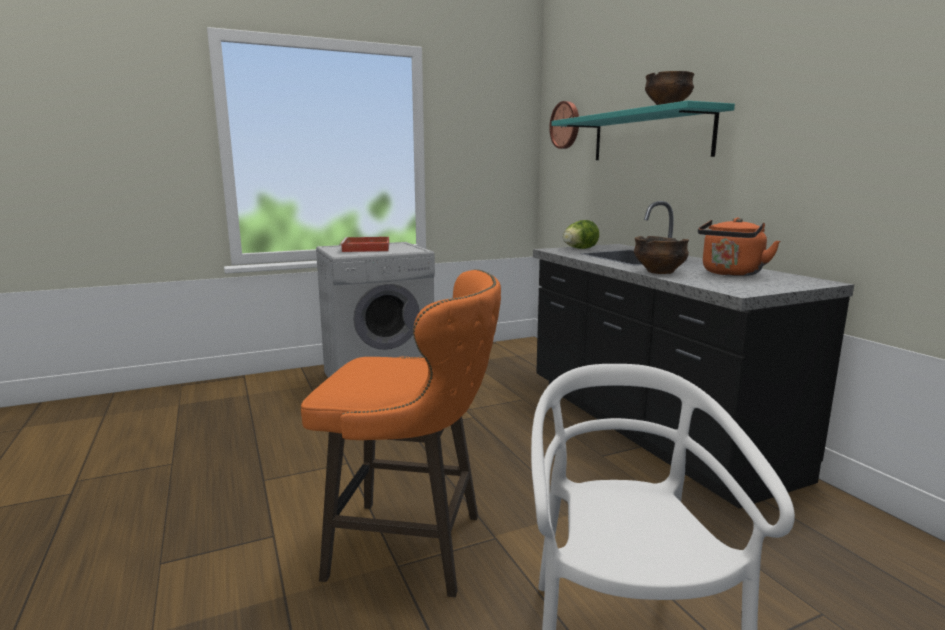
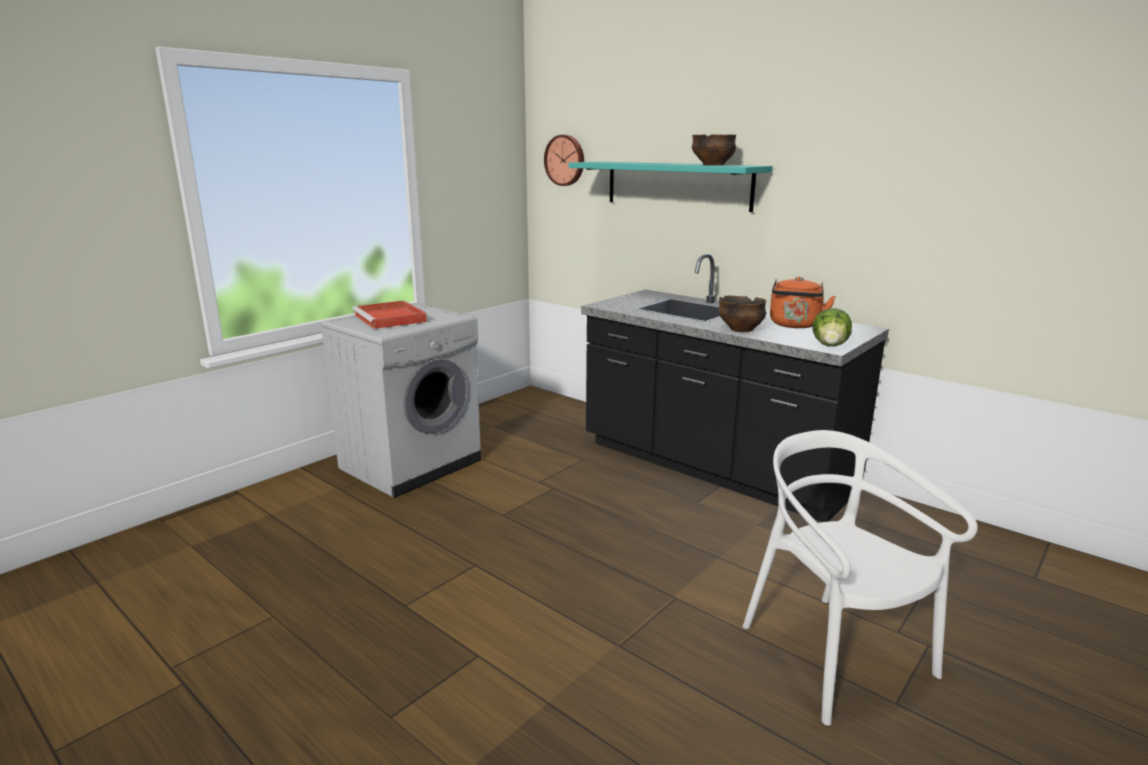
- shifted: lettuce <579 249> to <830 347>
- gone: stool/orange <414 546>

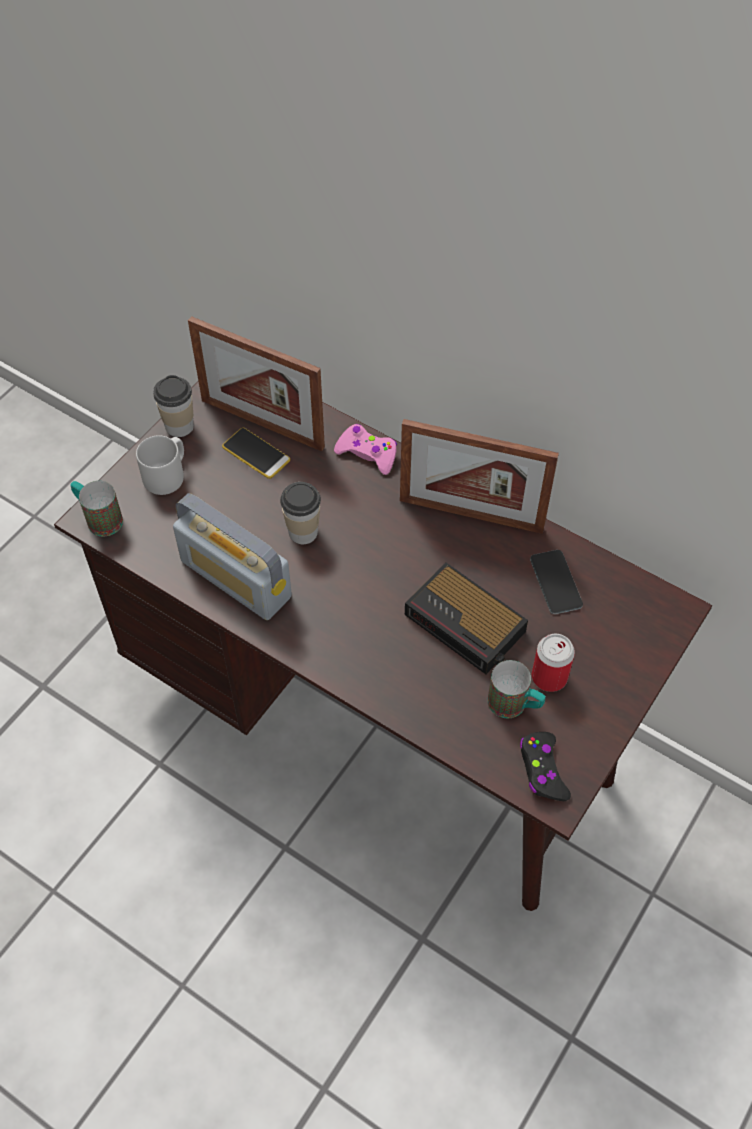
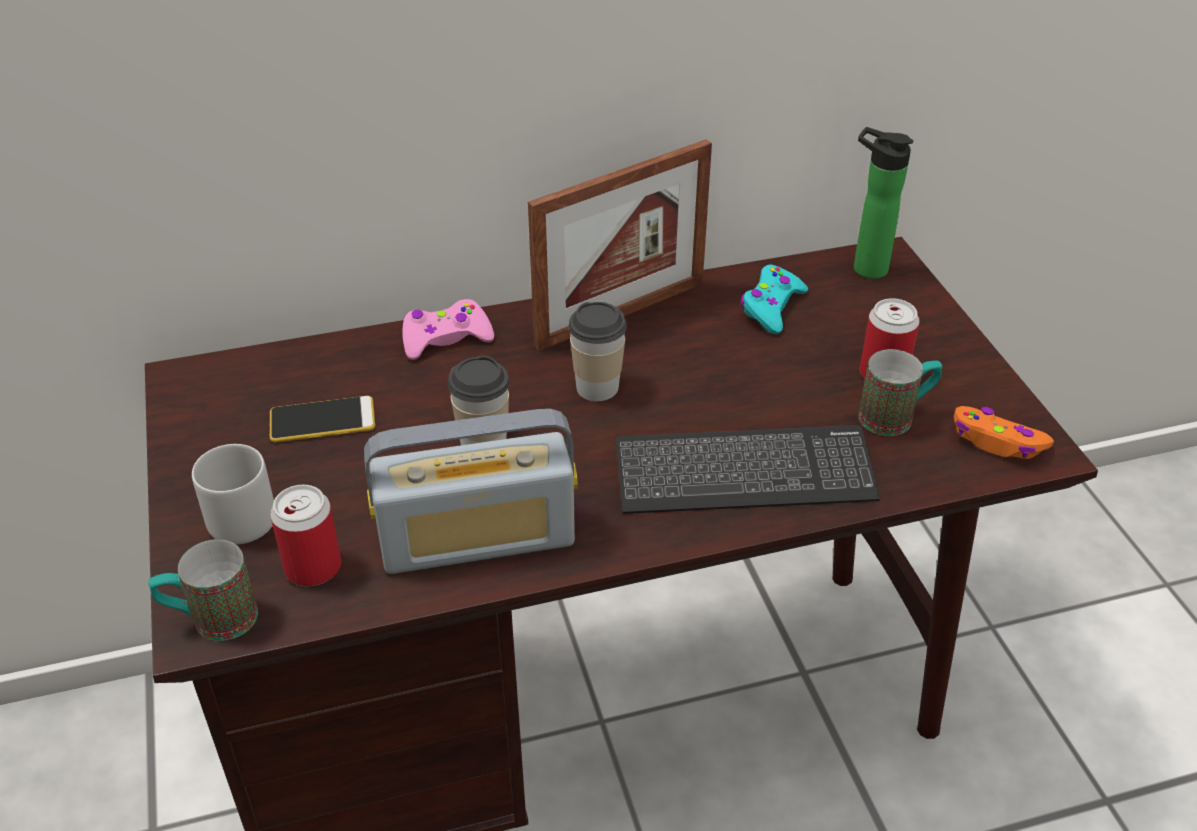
- new: can <313 567>
- shifted: cup <179 426> to <597 387>
- new: keyboard <744 475>
- swapped: phone <556 582> to game controller/turquoise <771 307>
- new: bottle <865 268>
- repainted: game controller/black <542 770> to game controller/orange <997 442>
- gone: picture frame <262 423>
- gone: alarm clock <467 624>

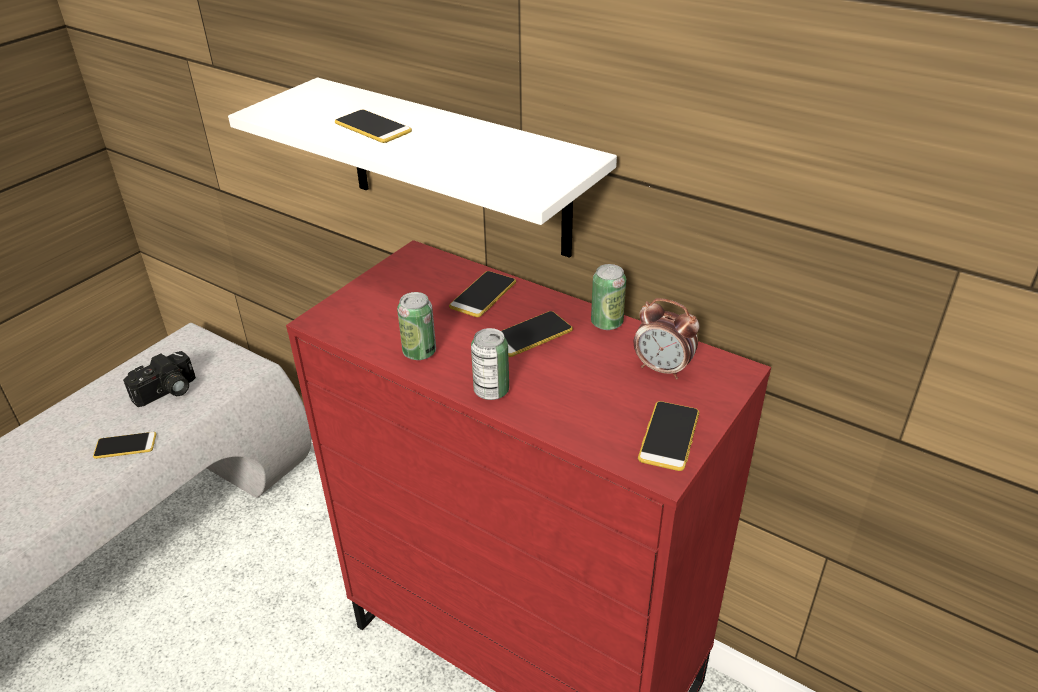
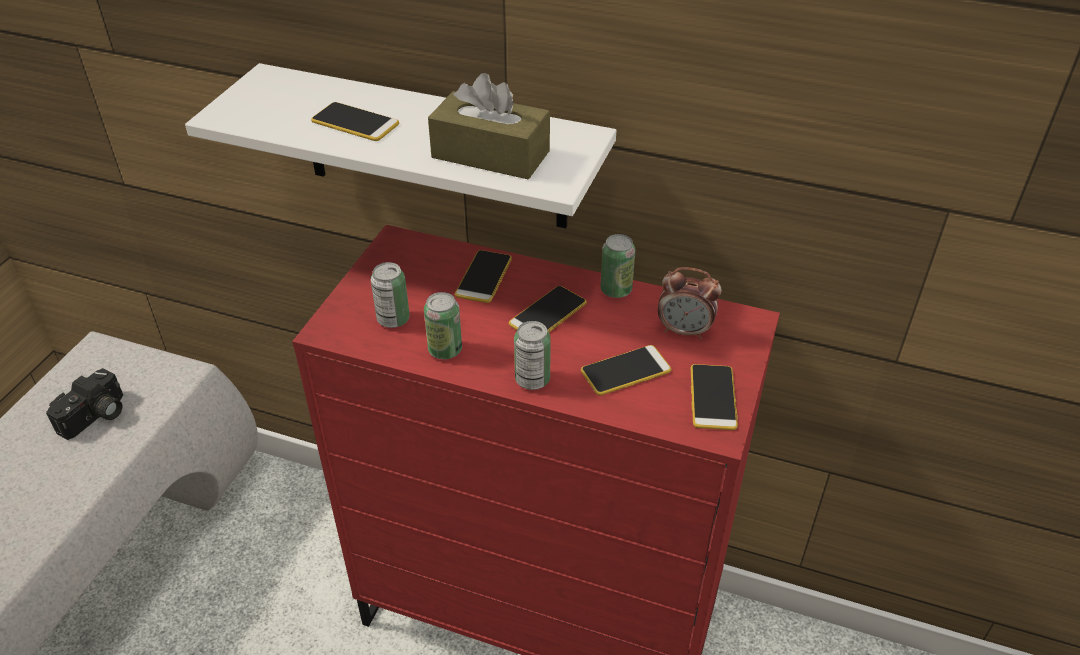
- new: can <393 319>
- new: tissue box/brown <490 154>
- shifted: phone <125 446> to <625 371>

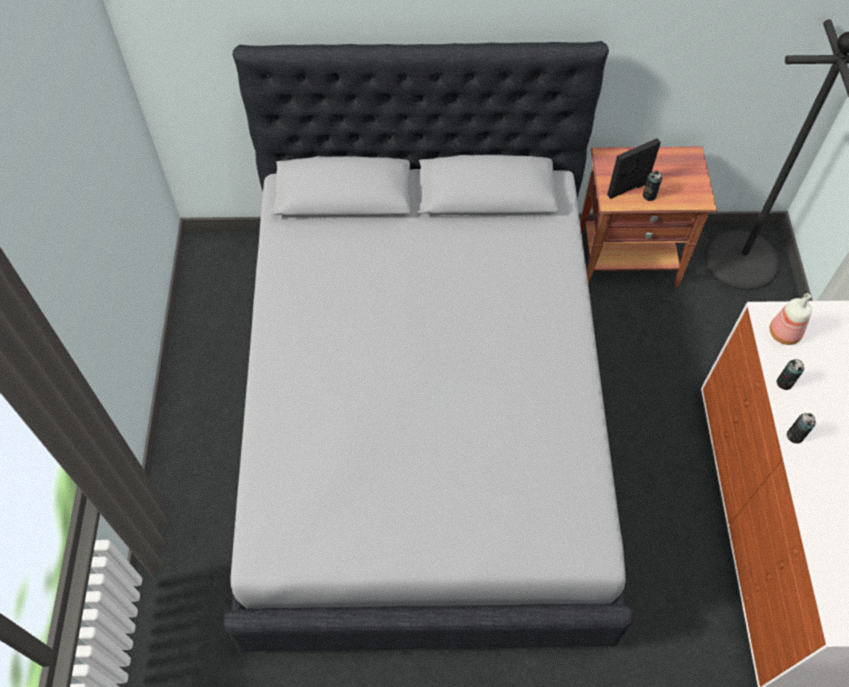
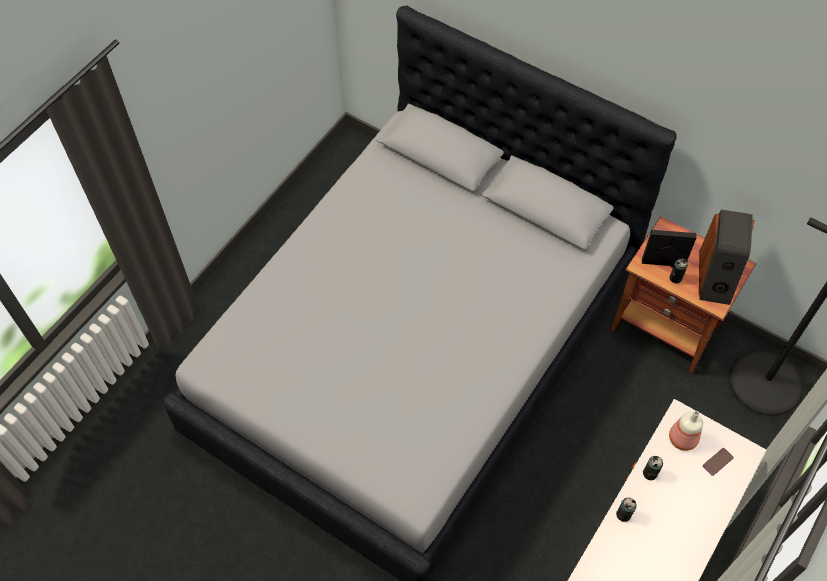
- new: speaker <716 277>
- new: phone <717 462>

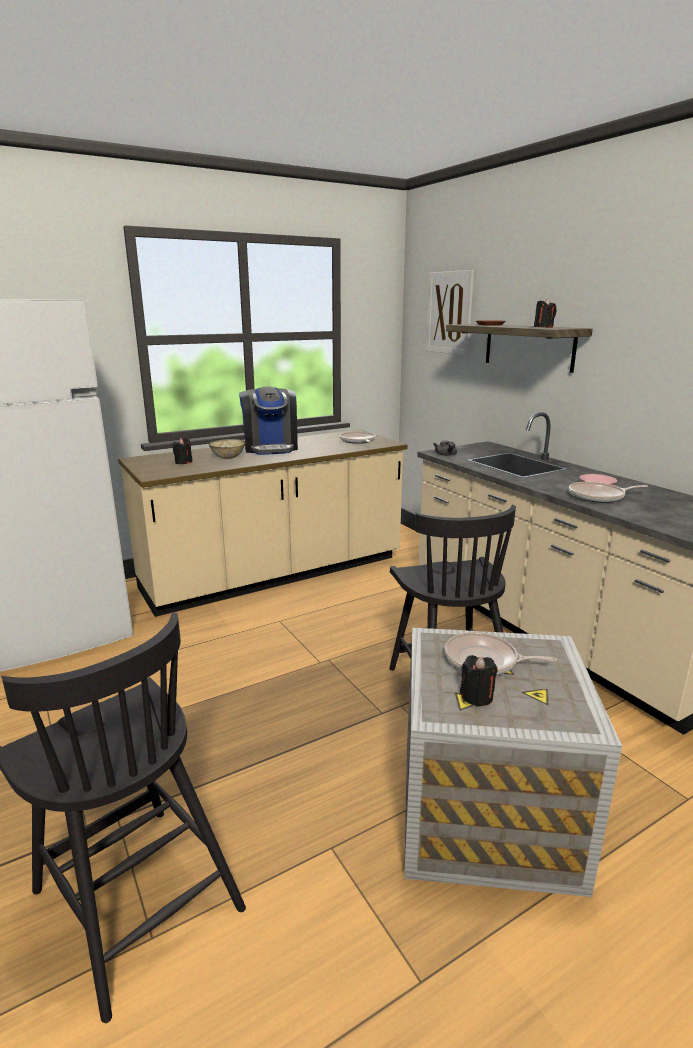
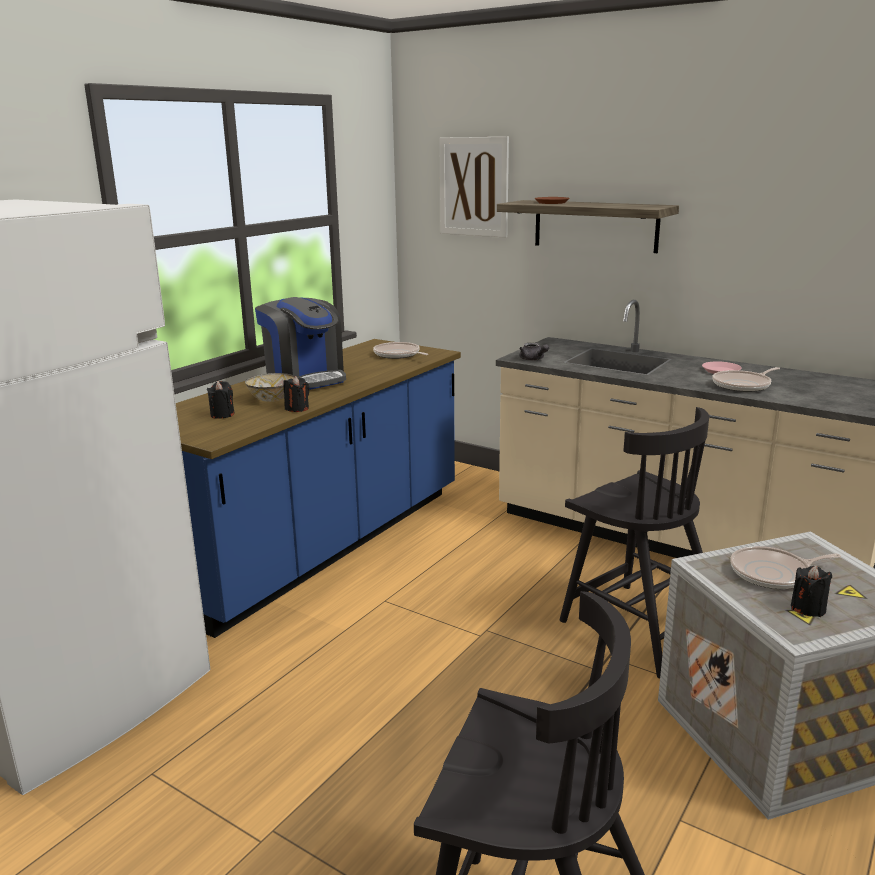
- repainted: counter/beige <275 574> to counter/blue <321 546>
- shifted: candle/black <543 327> to <297 408>

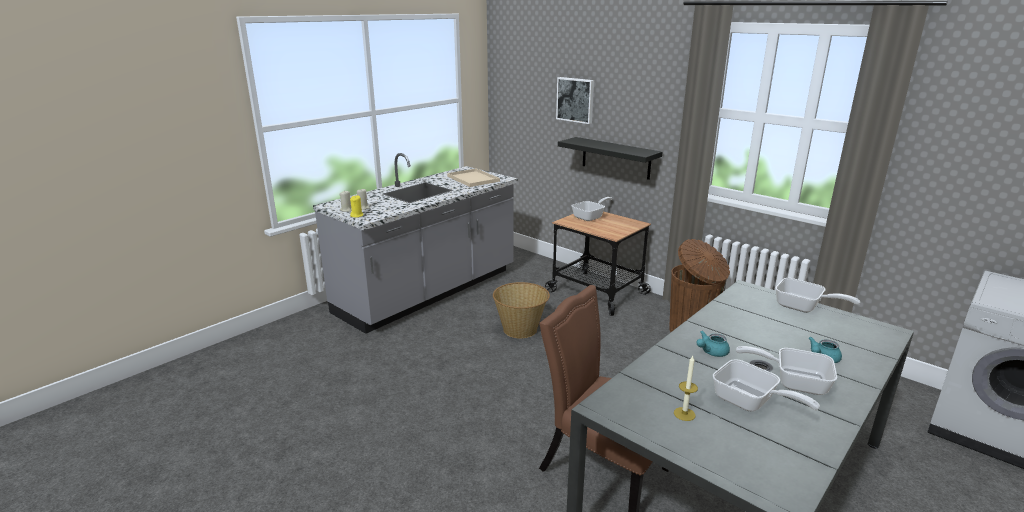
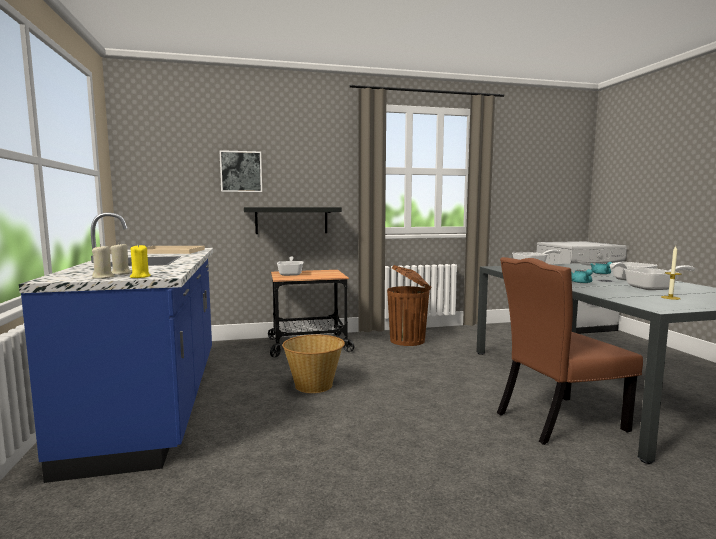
- repainted: counter/grey <428 292> to counter/blue <155 402>

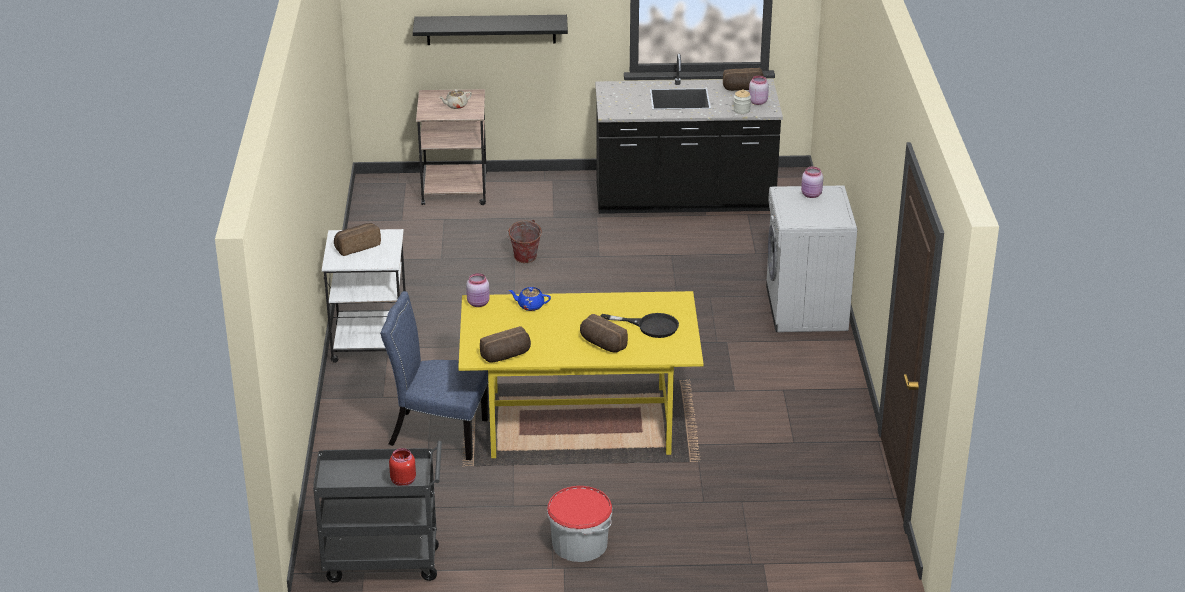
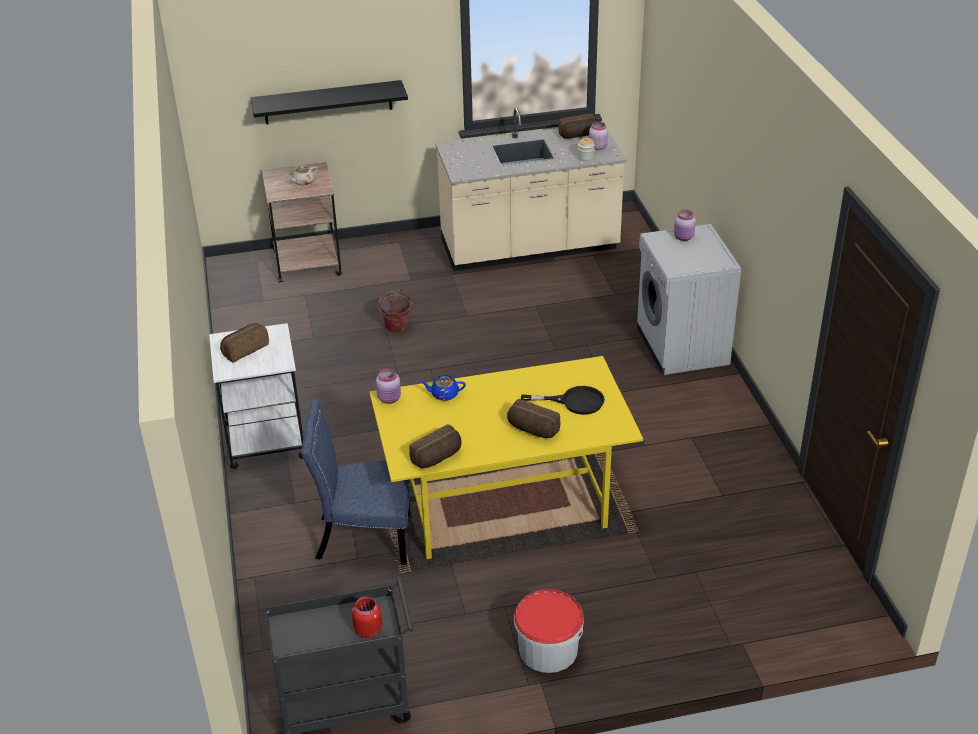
- repainted: counter/black <684 200> to counter/beige <529 247>

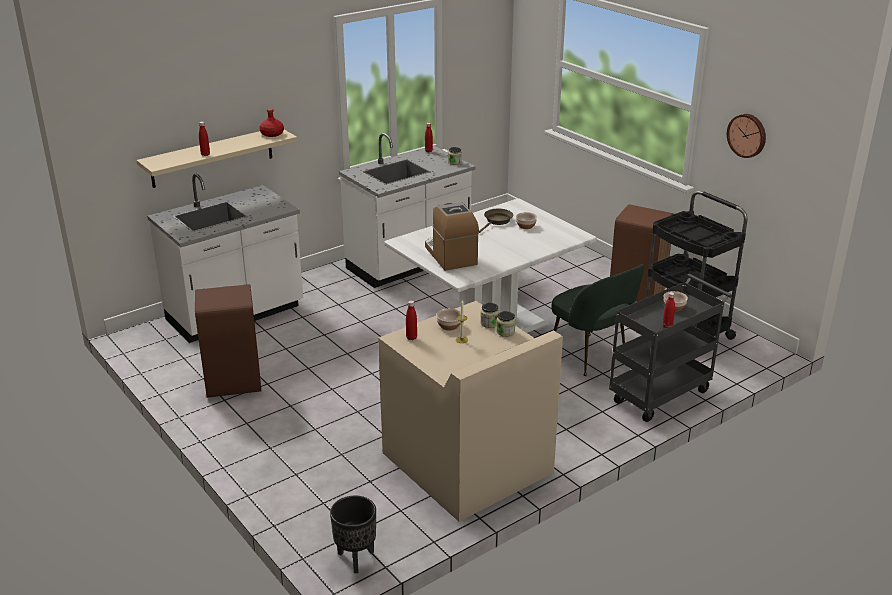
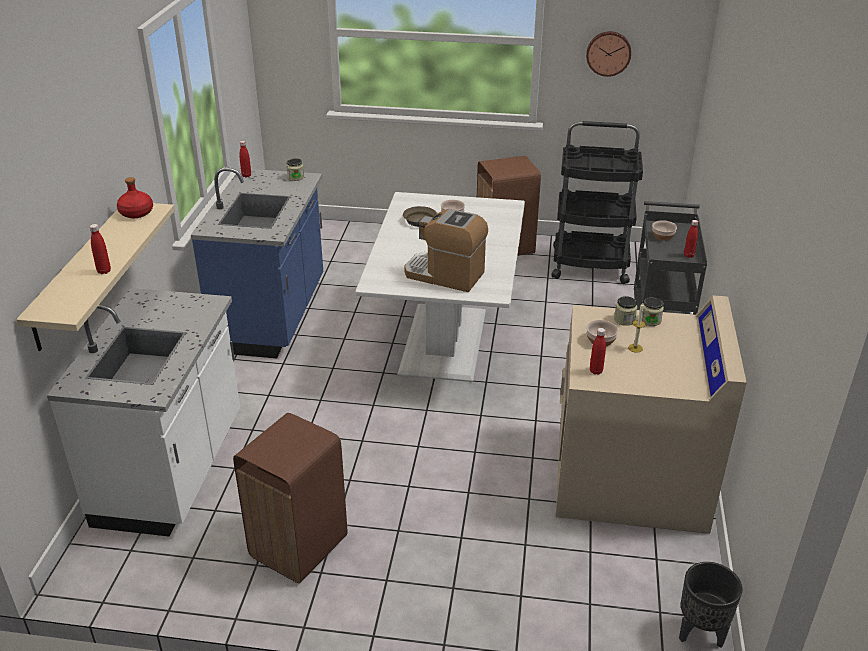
- repainted: counter/white <409 265> to counter/blue <273 317>
- gone: chair/green <591 358>

